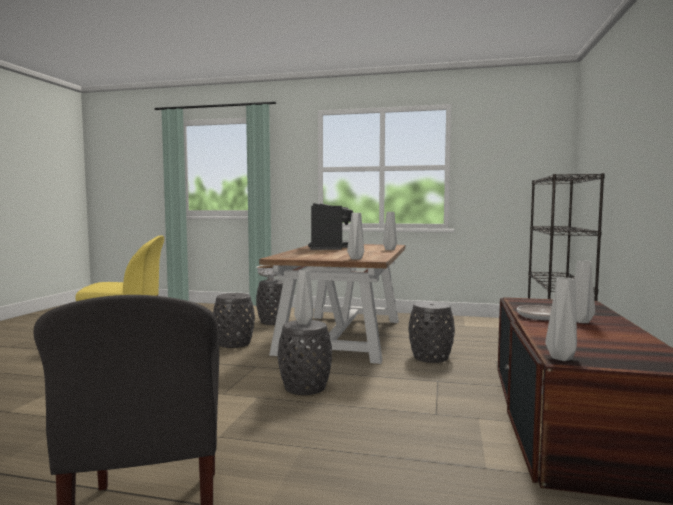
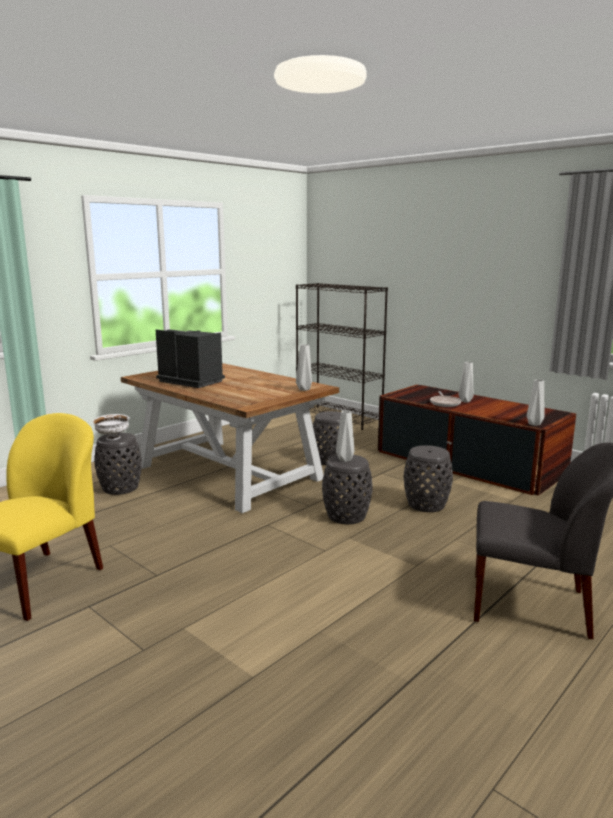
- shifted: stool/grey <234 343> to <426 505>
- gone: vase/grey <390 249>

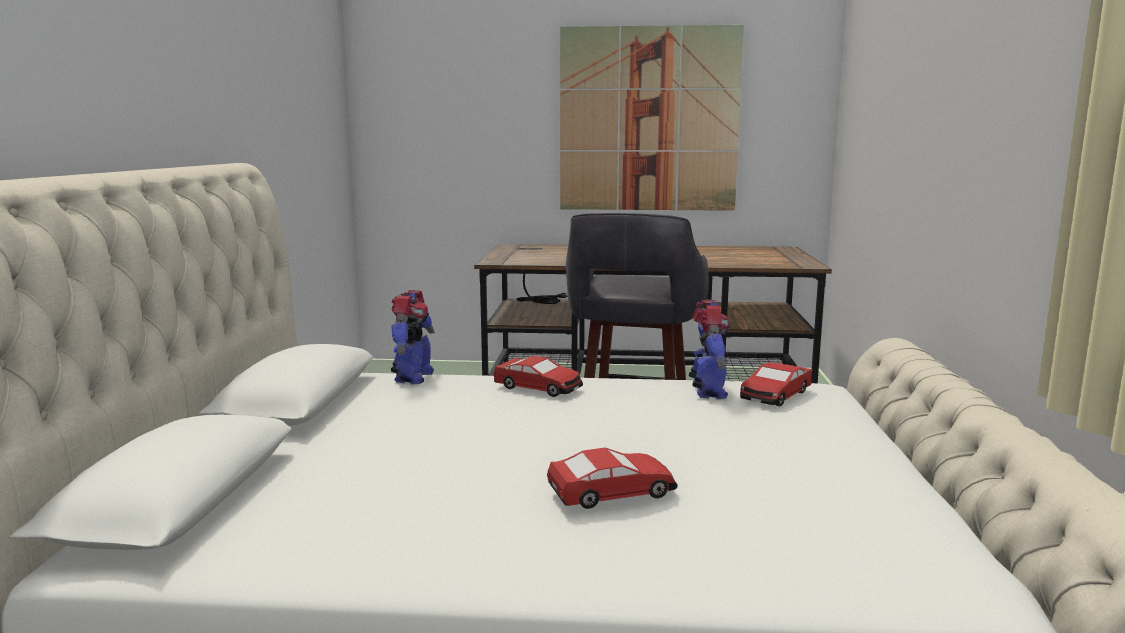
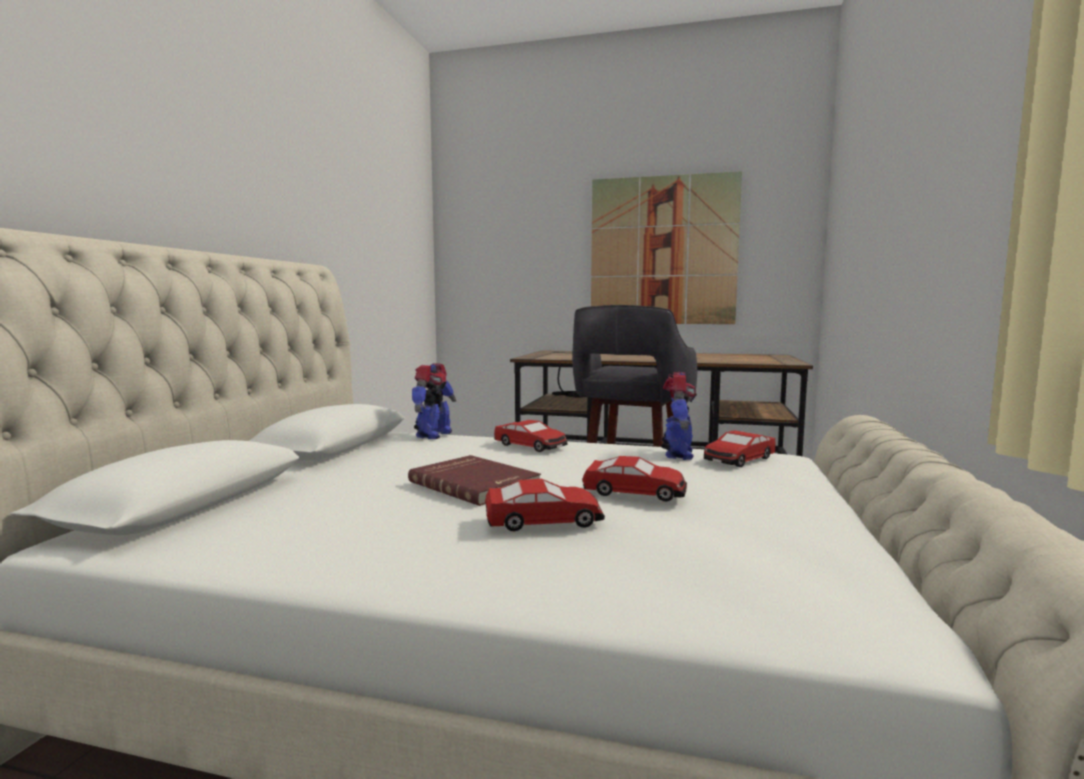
- new: book/red <476 483>
- new: toy car <635 492>

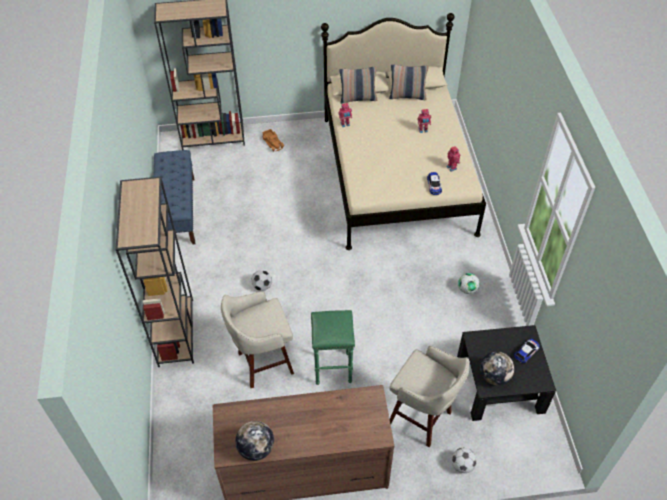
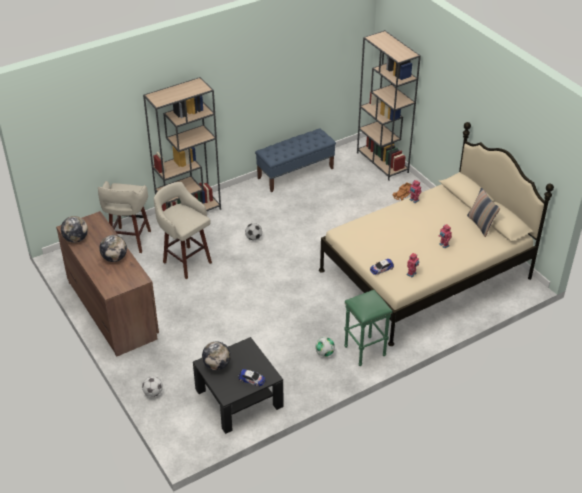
- shifted: stool/beige <422 419> to <129 241>
- new: globe <114 258>
- shifted: stool/green <332 369> to <364 350>
- gone: pillow <358 98>

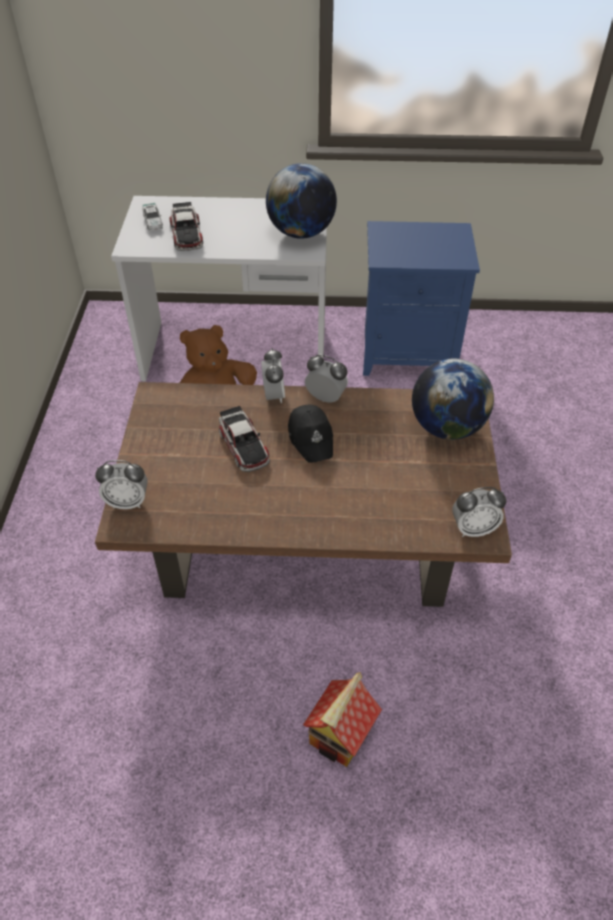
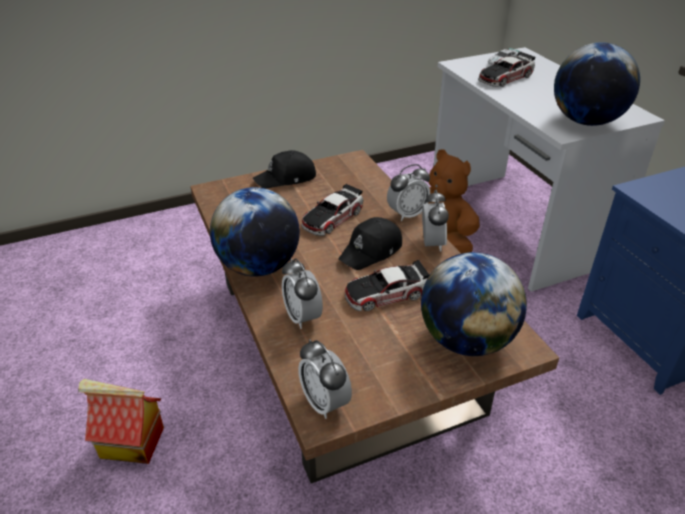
- new: globe <259 266>
- new: cap/black <286 178>
- shifted: alarm clock <128 502> to <303 317>
- new: toy car <386 293>

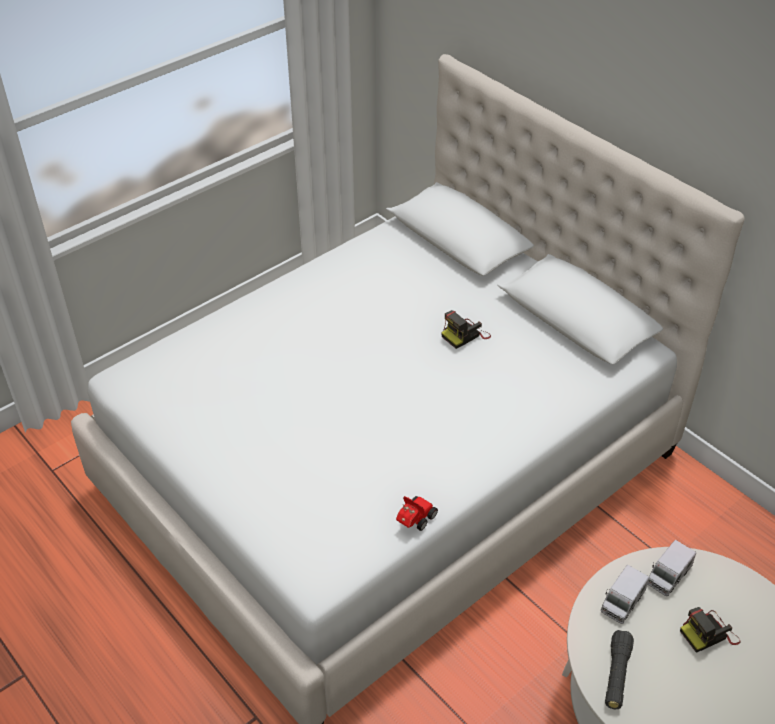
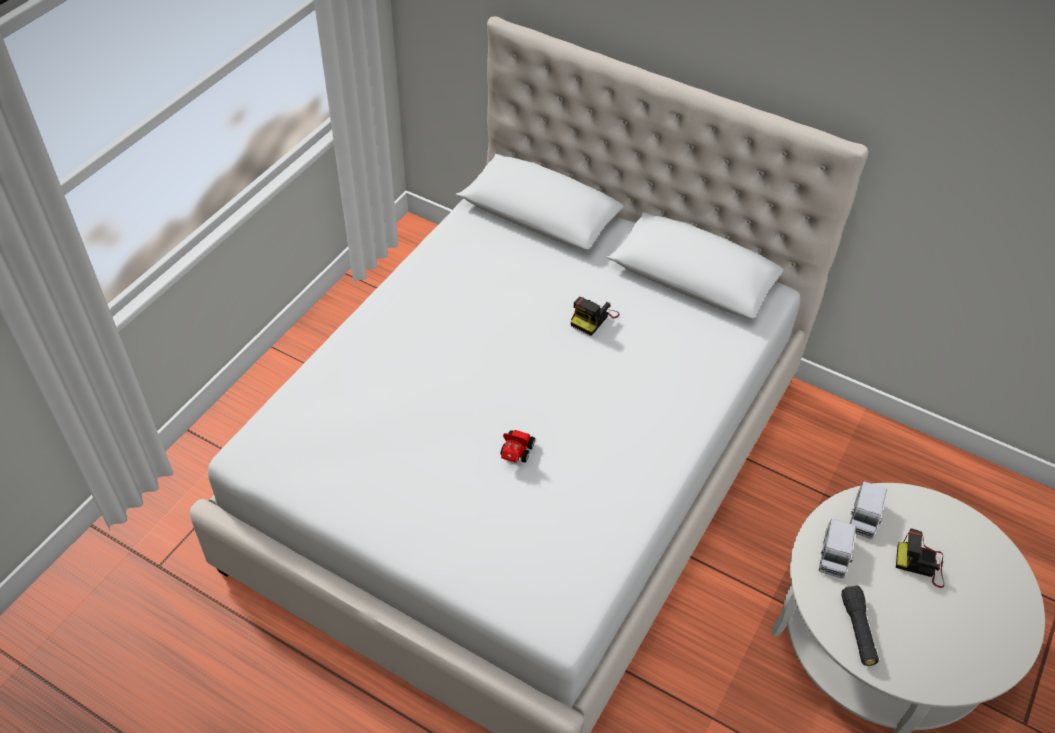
- shifted: toy car <414 521> to <515 454>
- rotated: photo camera <709 633> = <921 564> 60 degrees clockwise

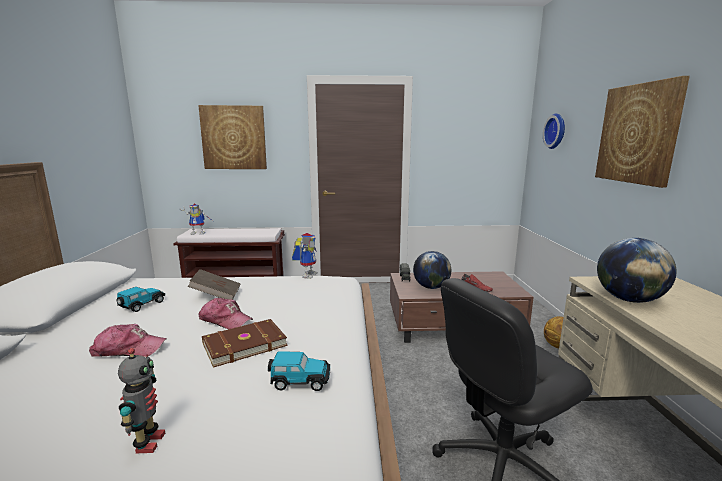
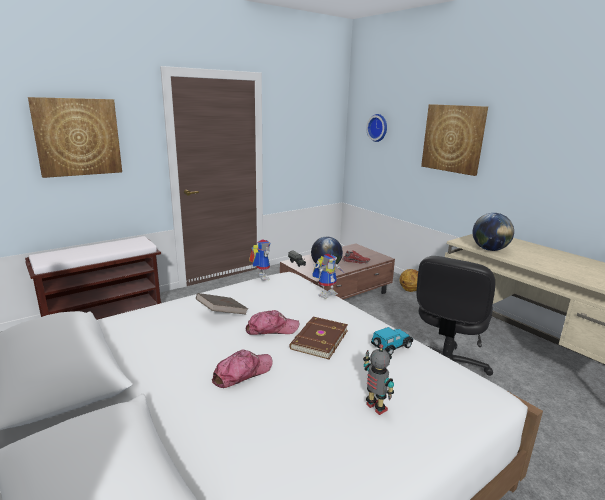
- shifted: toy robot <199 233> to <327 293>
- gone: toy car <141 305>

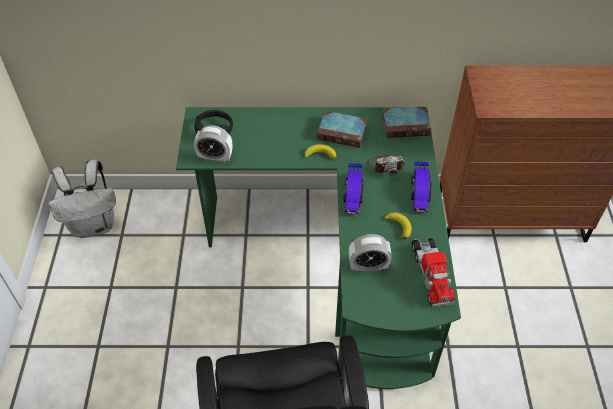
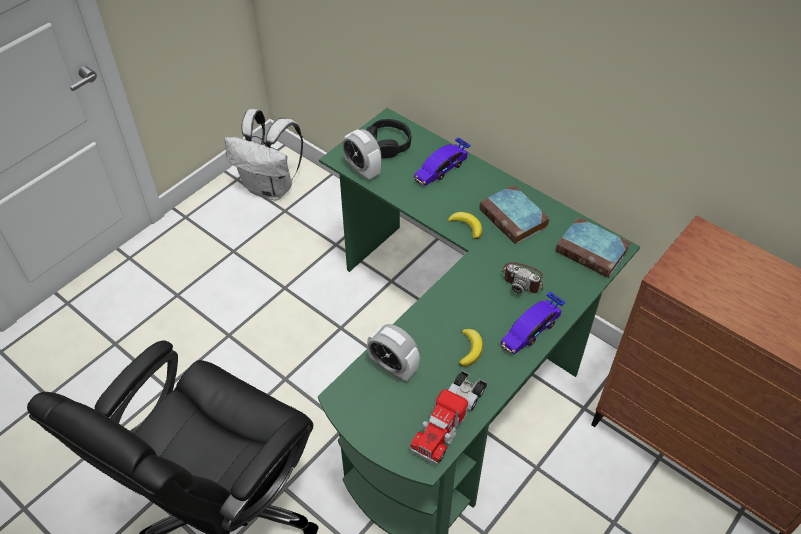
- shifted: toy car <353 194> to <441 169>

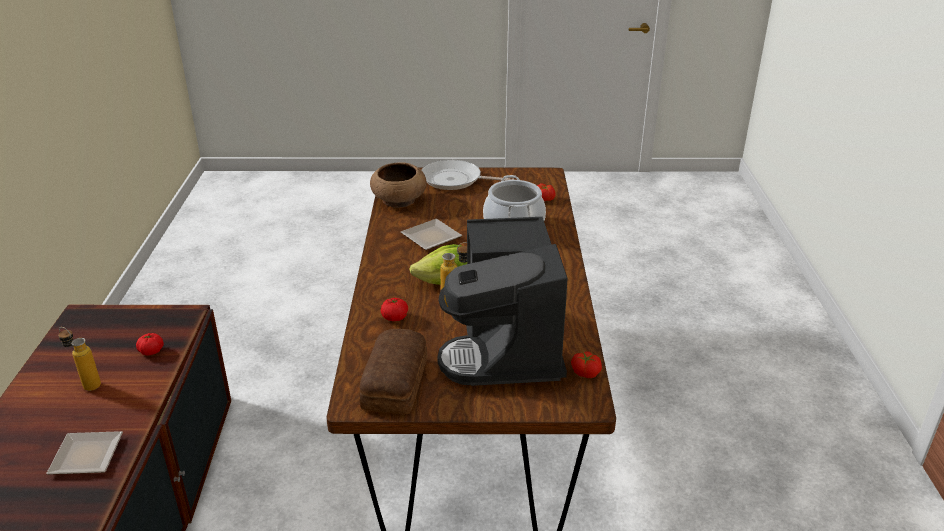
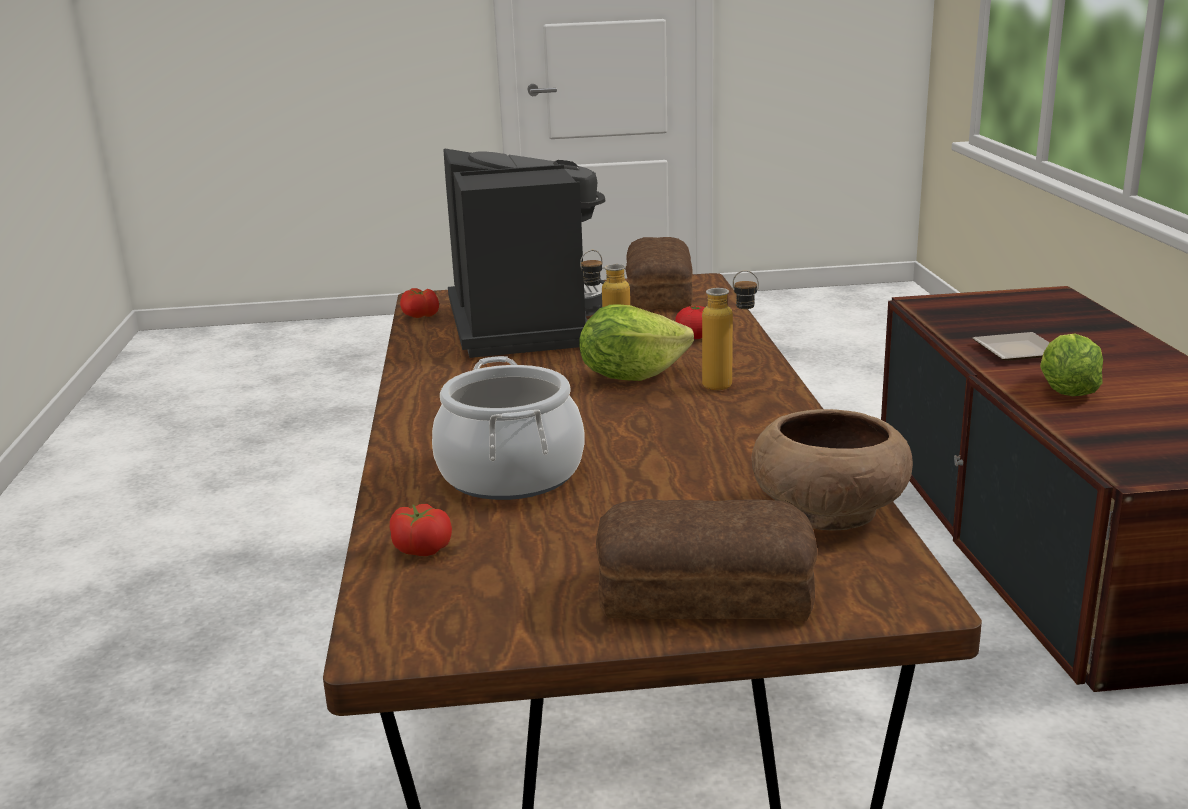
- swapped: frying pan <455 180> to bread <702 591>
- shifted: bottle <87 384> to <729 387>
- new: lettuce <1066 391>
- gone: tomato <151 351>
- gone: plate <431 236>

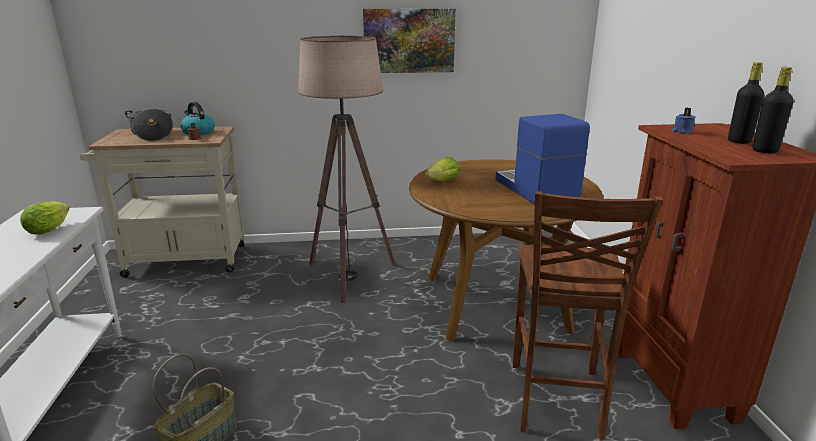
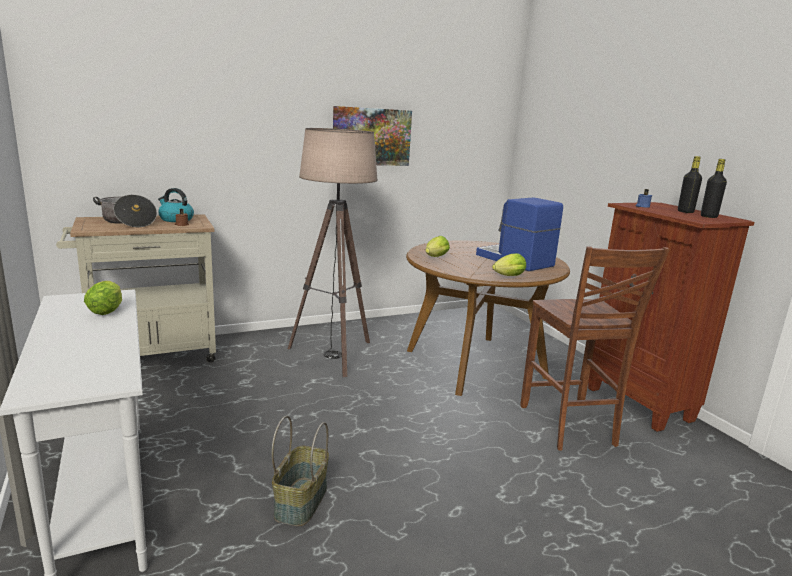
- new: lettuce <507 276>

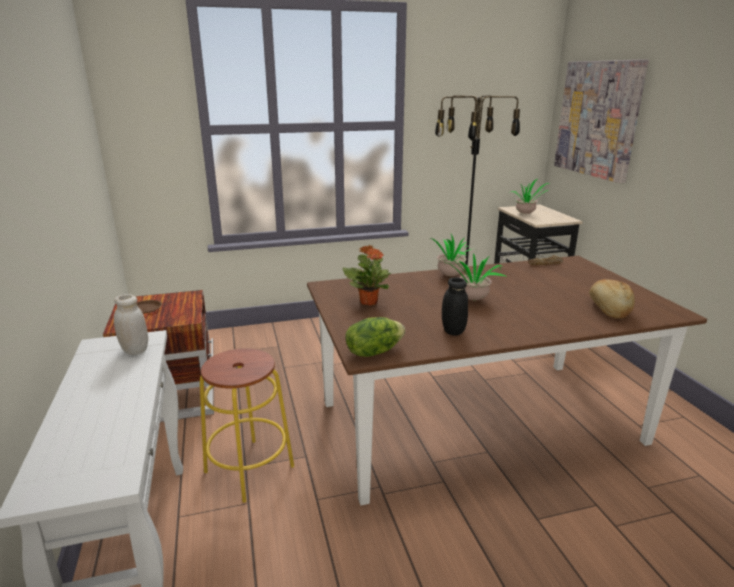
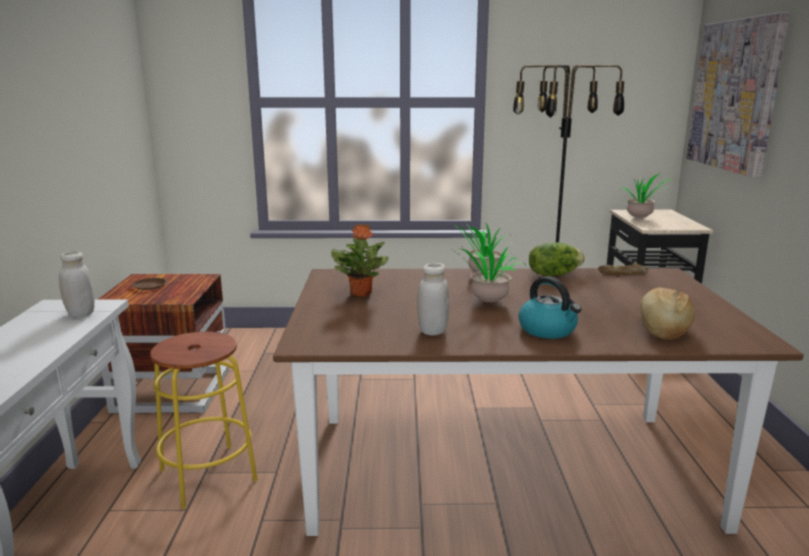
- repainted: jar/black <453 331> to jar/white <432 331>
- new: kettle <548 330>
- shifted: lettuce <373 351> to <553 274>

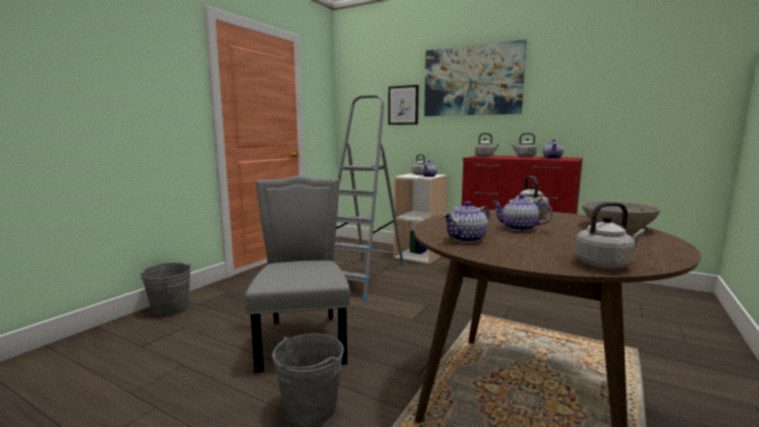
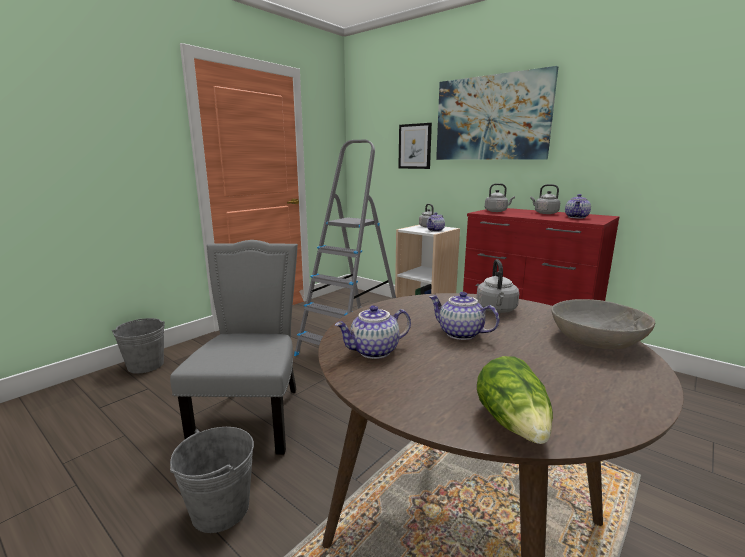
- swapped: kettle/grey <605 264> to lettuce <514 424>

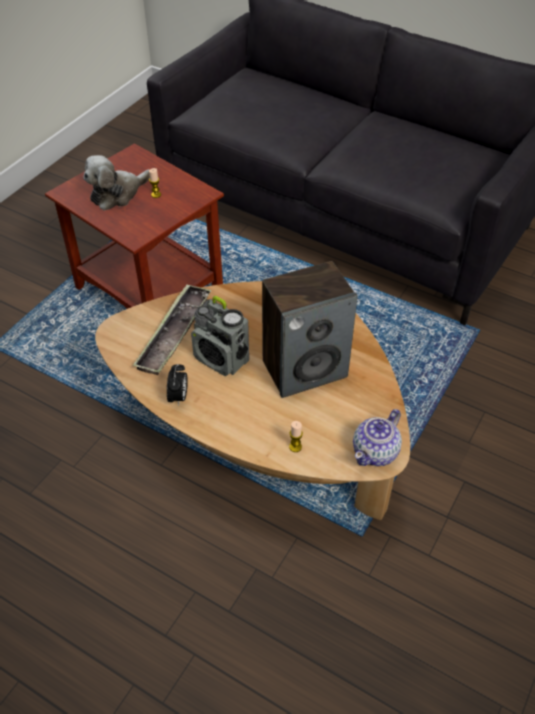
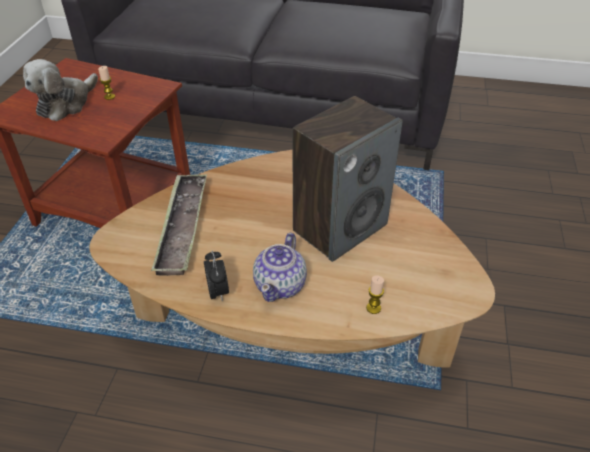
- shifted: teapot <376 452> to <281 285>
- gone: radio <222 360>

